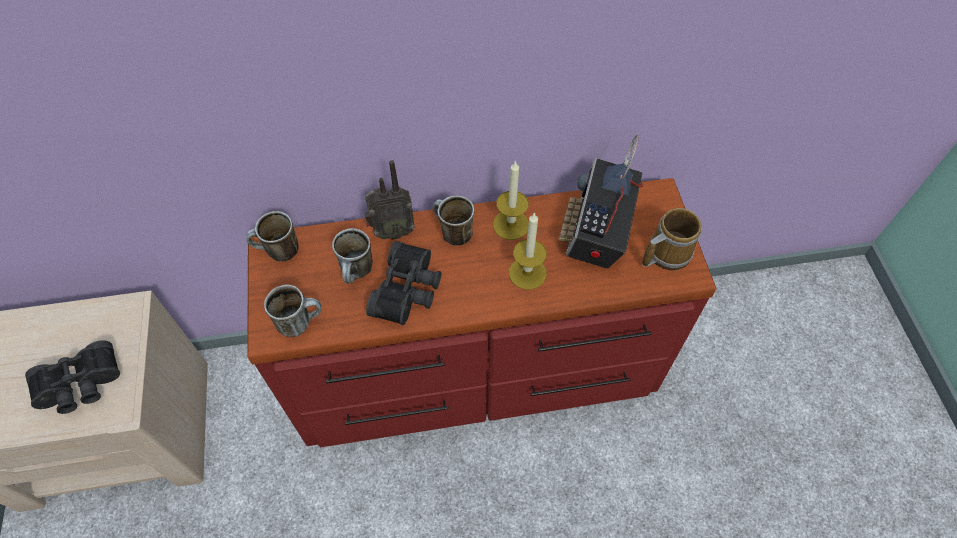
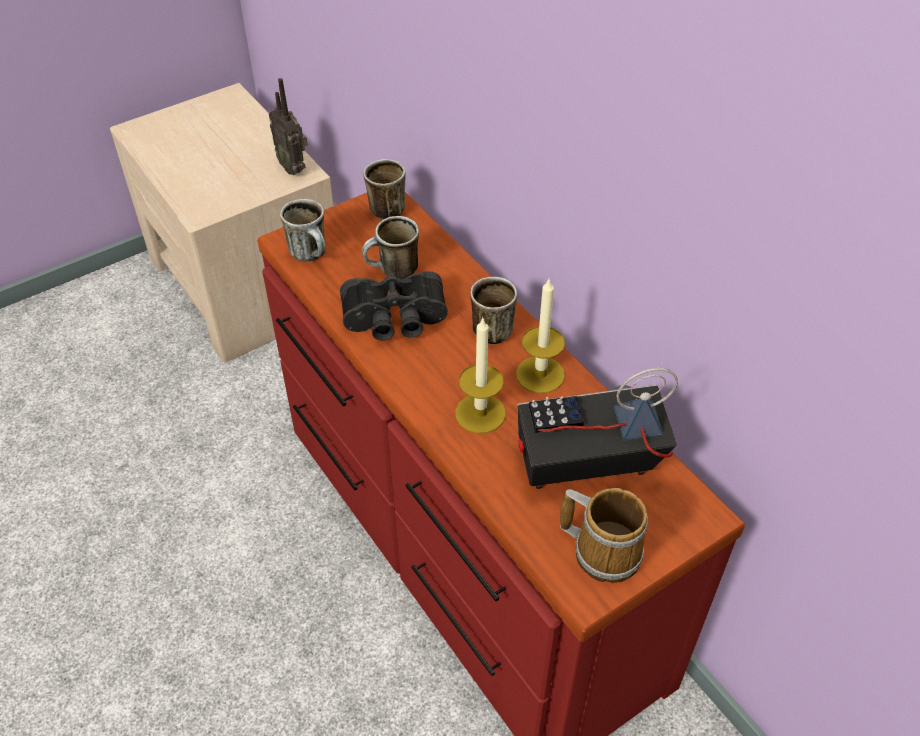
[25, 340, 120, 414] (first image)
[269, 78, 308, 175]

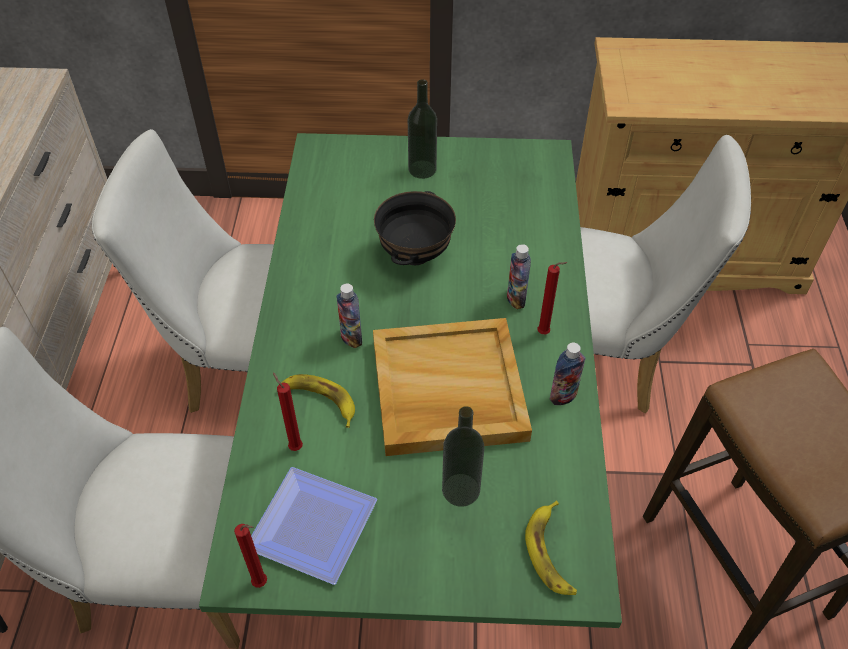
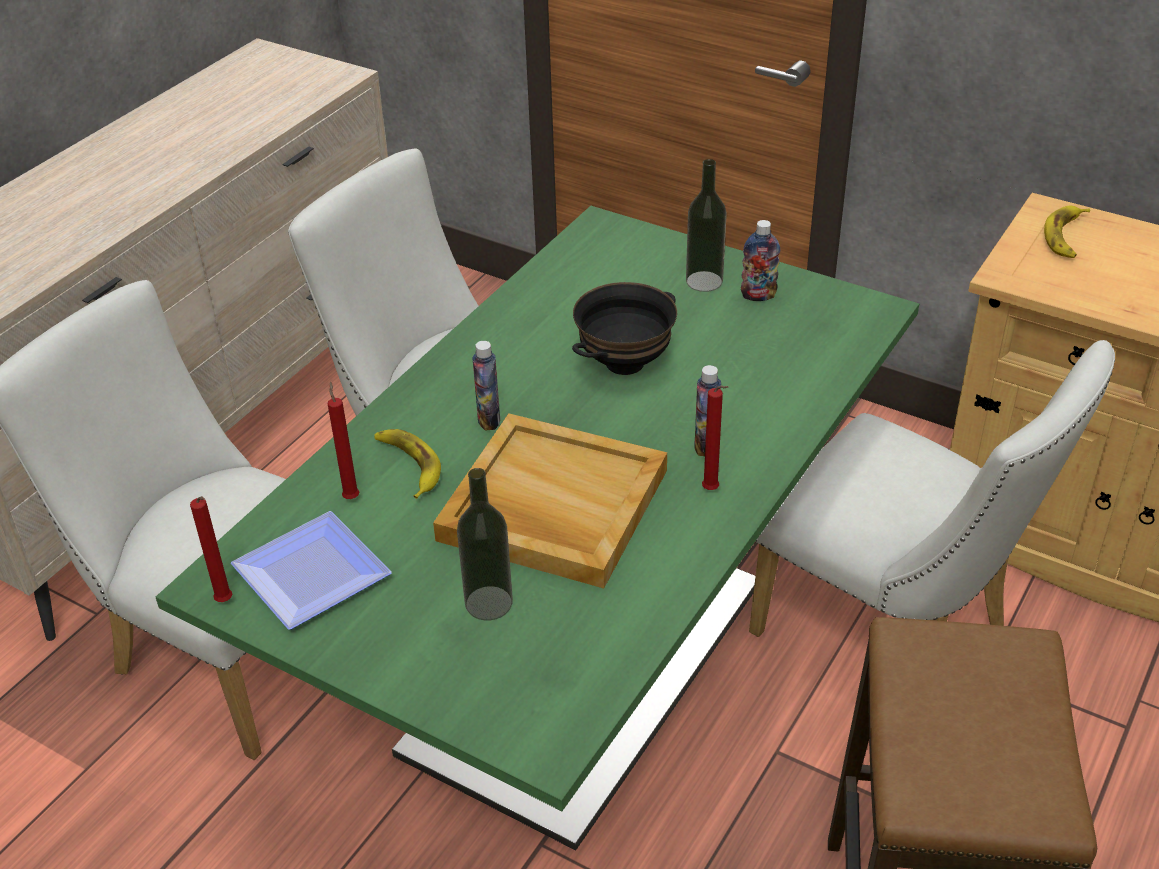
[1044, 206, 1090, 258]
[741, 220, 780, 301]

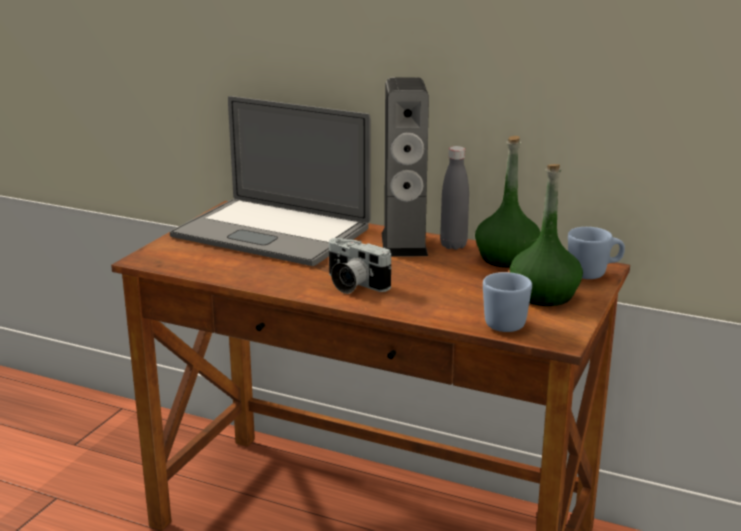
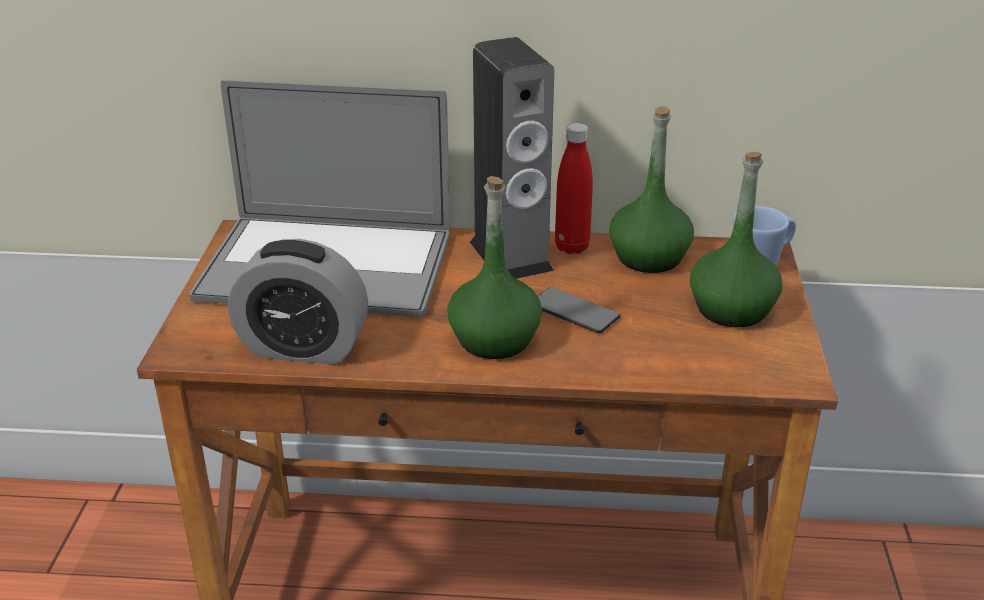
[483, 272, 532, 332] (first image)
[228, 239, 368, 365]
[538, 287, 620, 334]
[447, 176, 542, 359]
[555, 123, 593, 254]

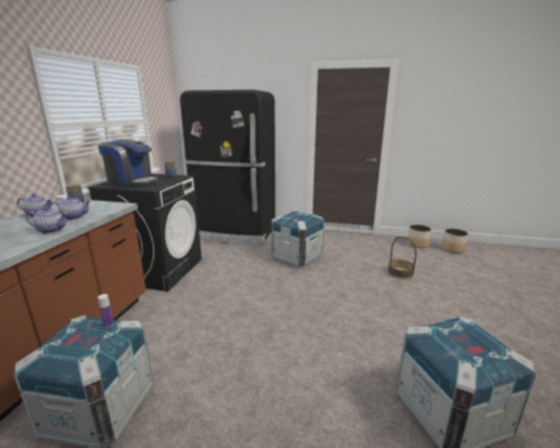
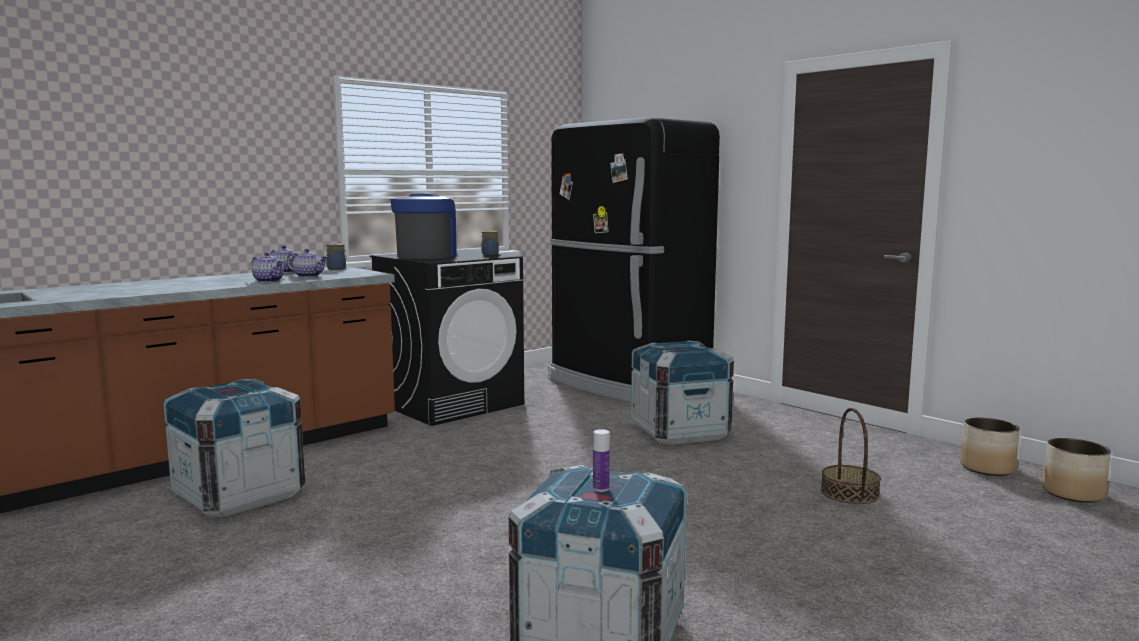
[593, 429, 610, 492]
[390, 192, 457, 259]

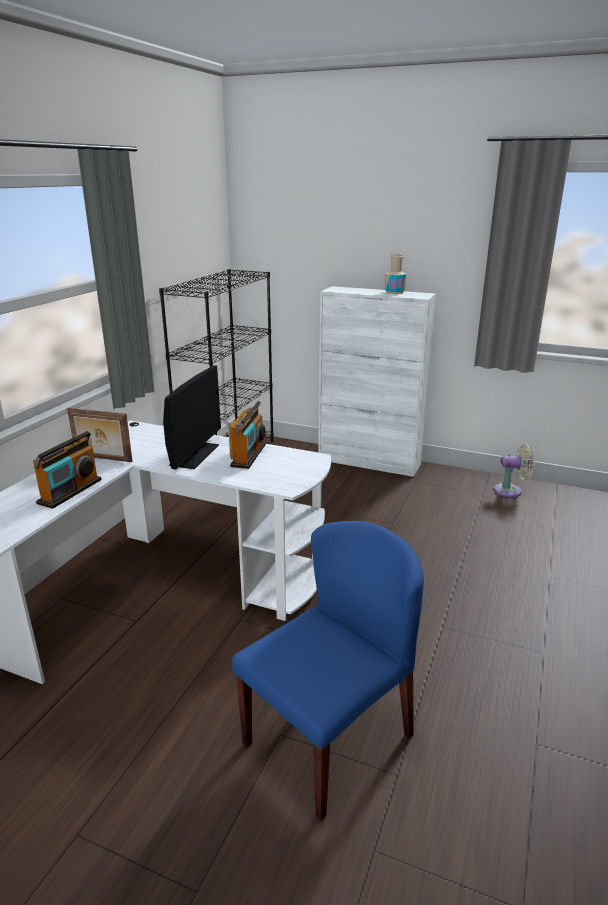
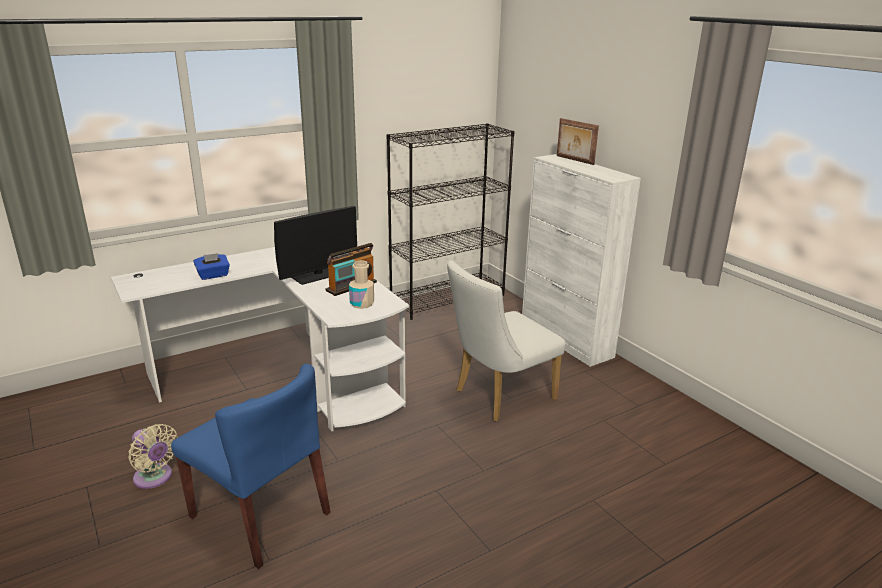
[447, 260, 565, 421]
[557, 118, 599, 165]
[349, 260, 374, 309]
[128, 424, 178, 489]
[193, 253, 230, 280]
[171, 364, 331, 569]

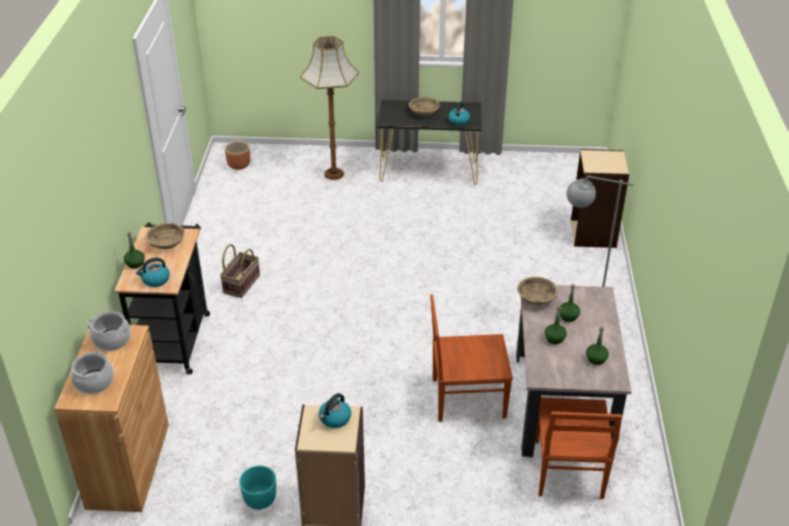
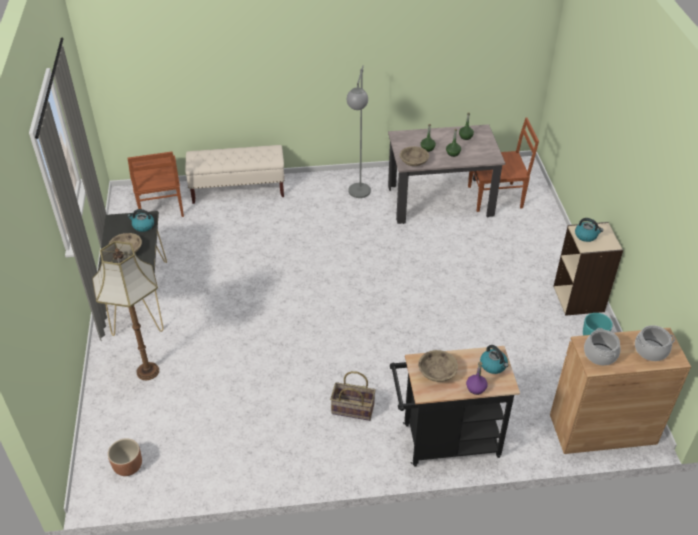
[127, 151, 184, 217]
[185, 145, 285, 204]
[466, 362, 487, 395]

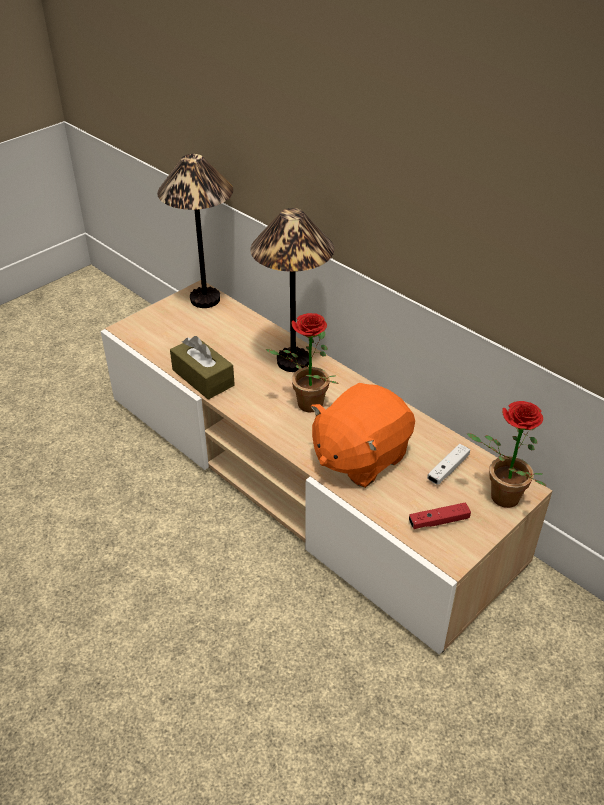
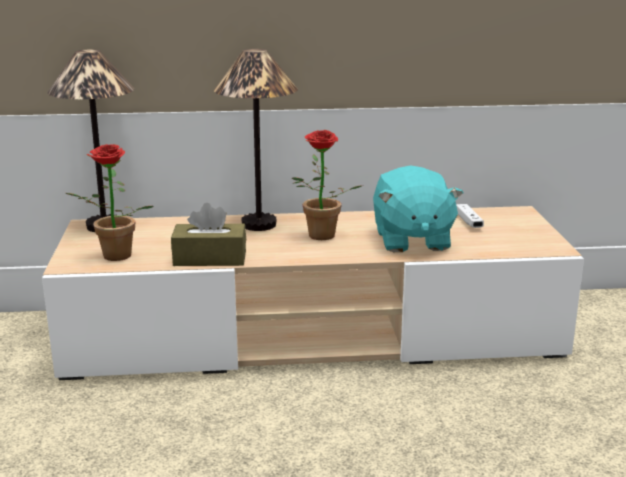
[409, 503, 471, 529] (first image)
[66, 144, 153, 261]
[373, 166, 463, 252]

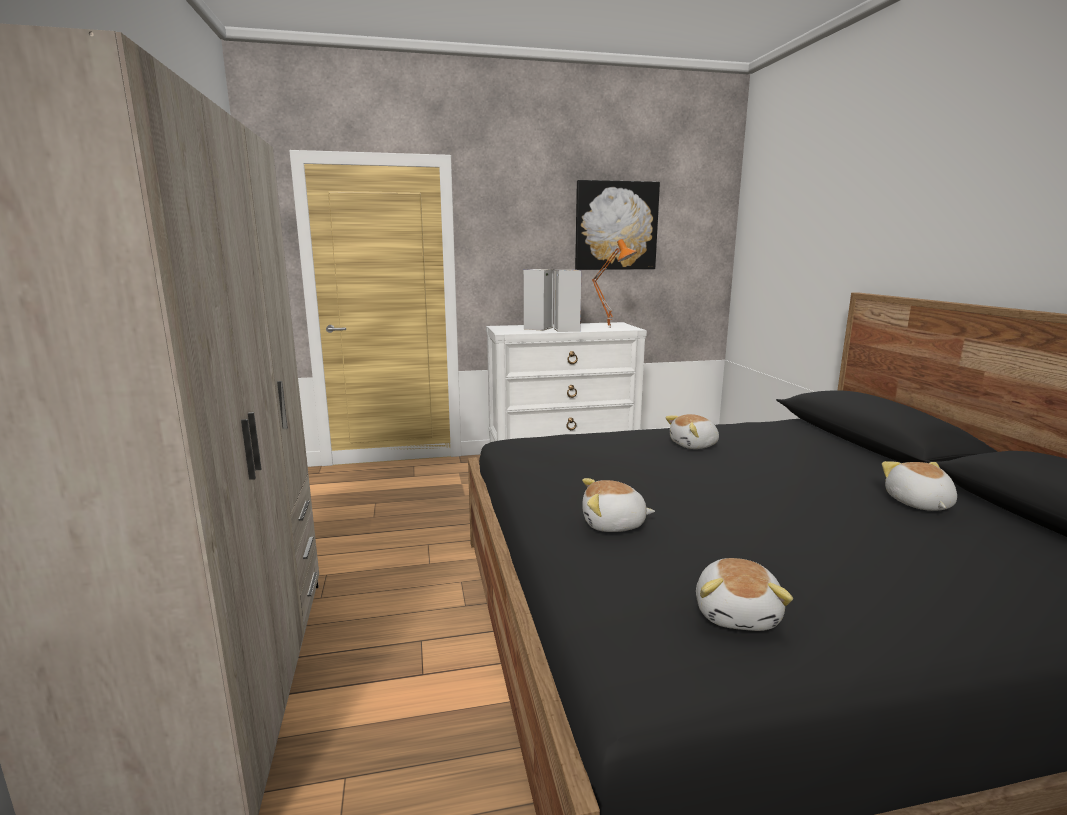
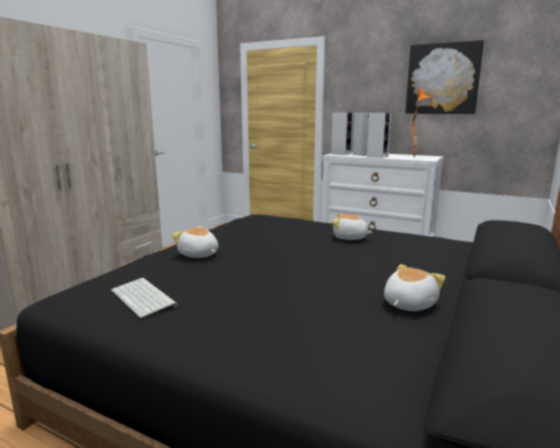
[331, 112, 354, 155]
[111, 278, 178, 318]

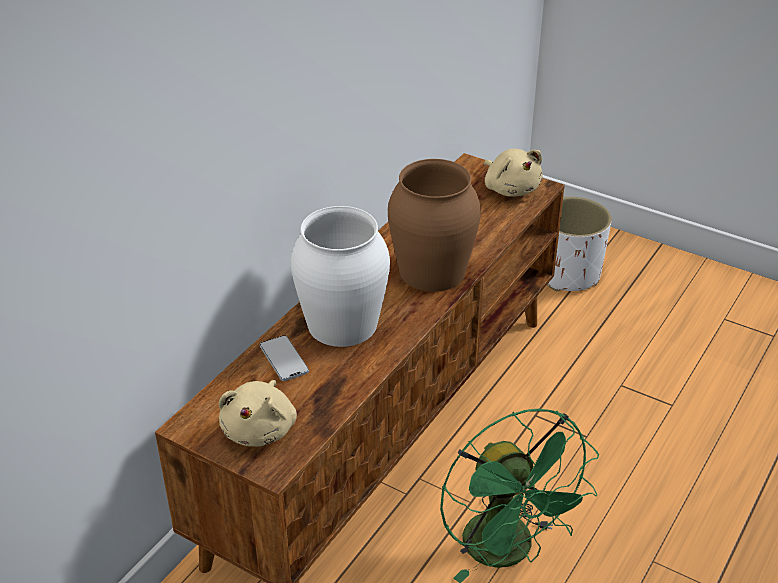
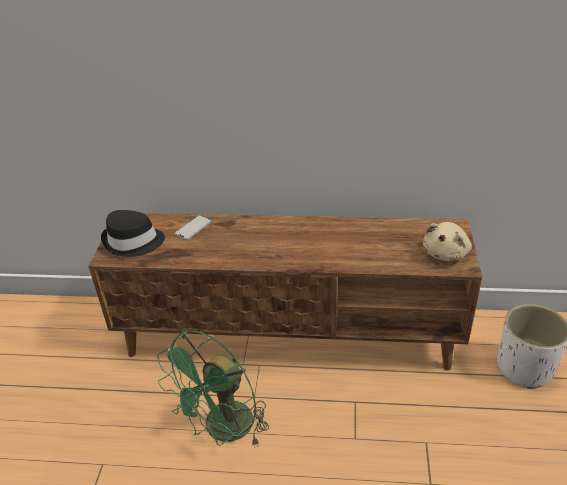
[291, 206, 390, 347] (first image)
[388, 159, 481, 292] (first image)
[101, 210, 165, 257]

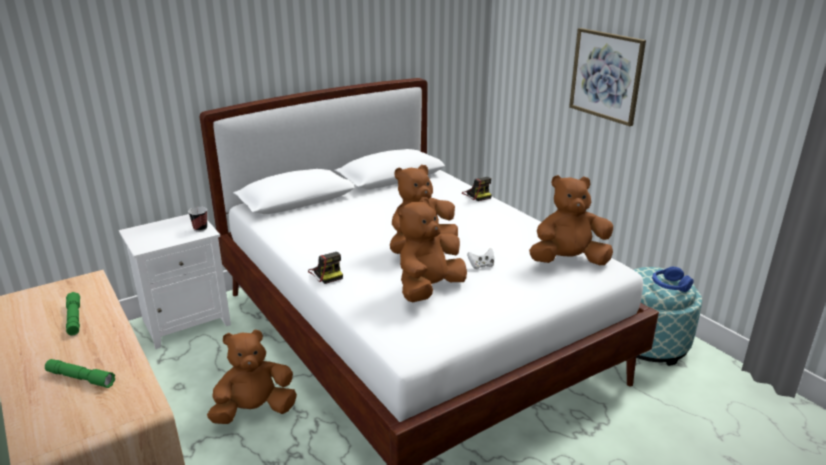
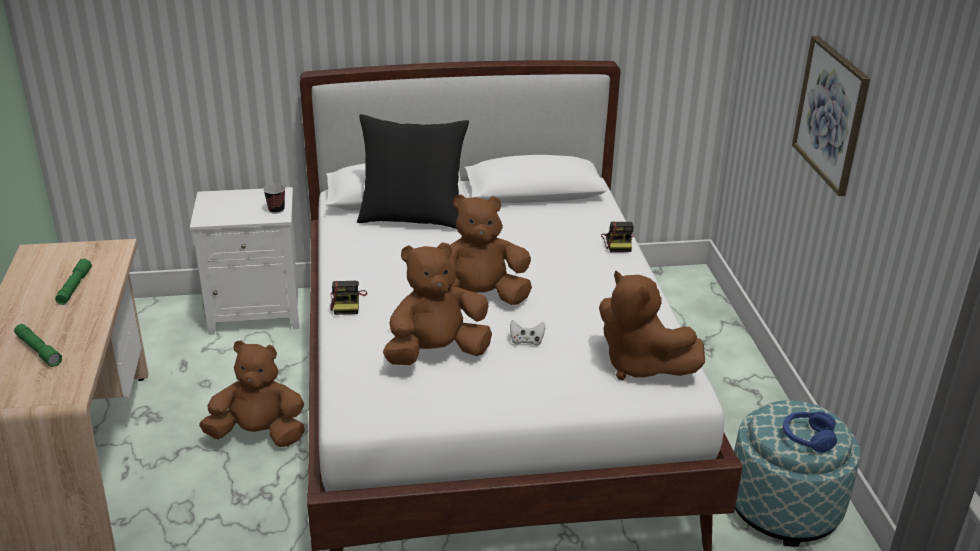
[357, 114, 469, 229]
[599, 271, 705, 380]

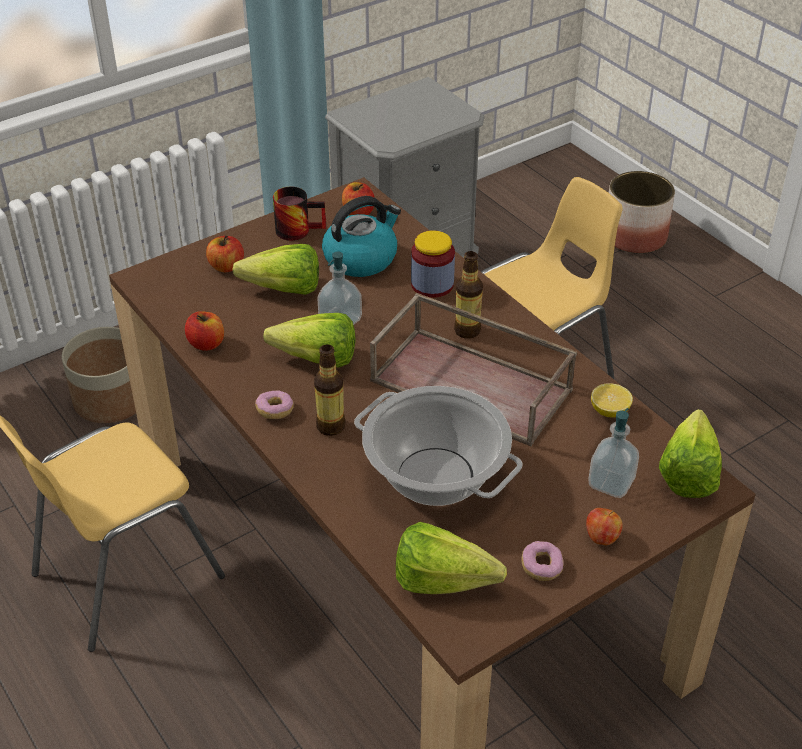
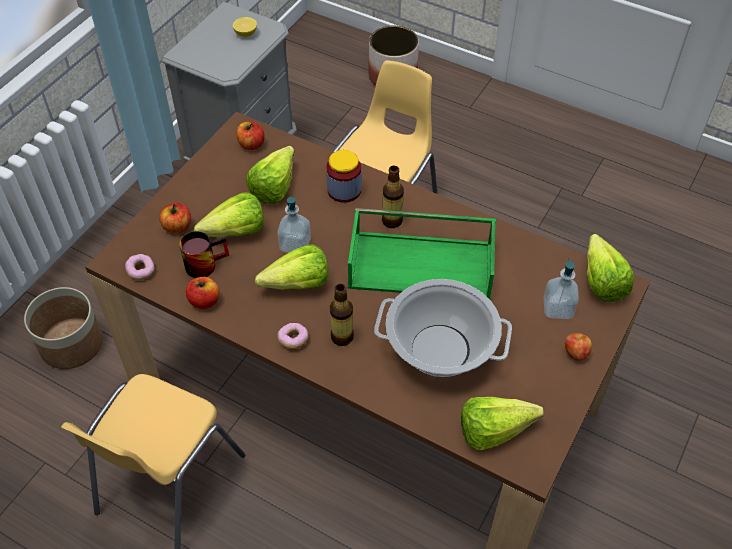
[179, 231, 229, 278]
[125, 254, 155, 280]
[233, 17, 257, 37]
[246, 146, 295, 204]
[348, 208, 496, 299]

